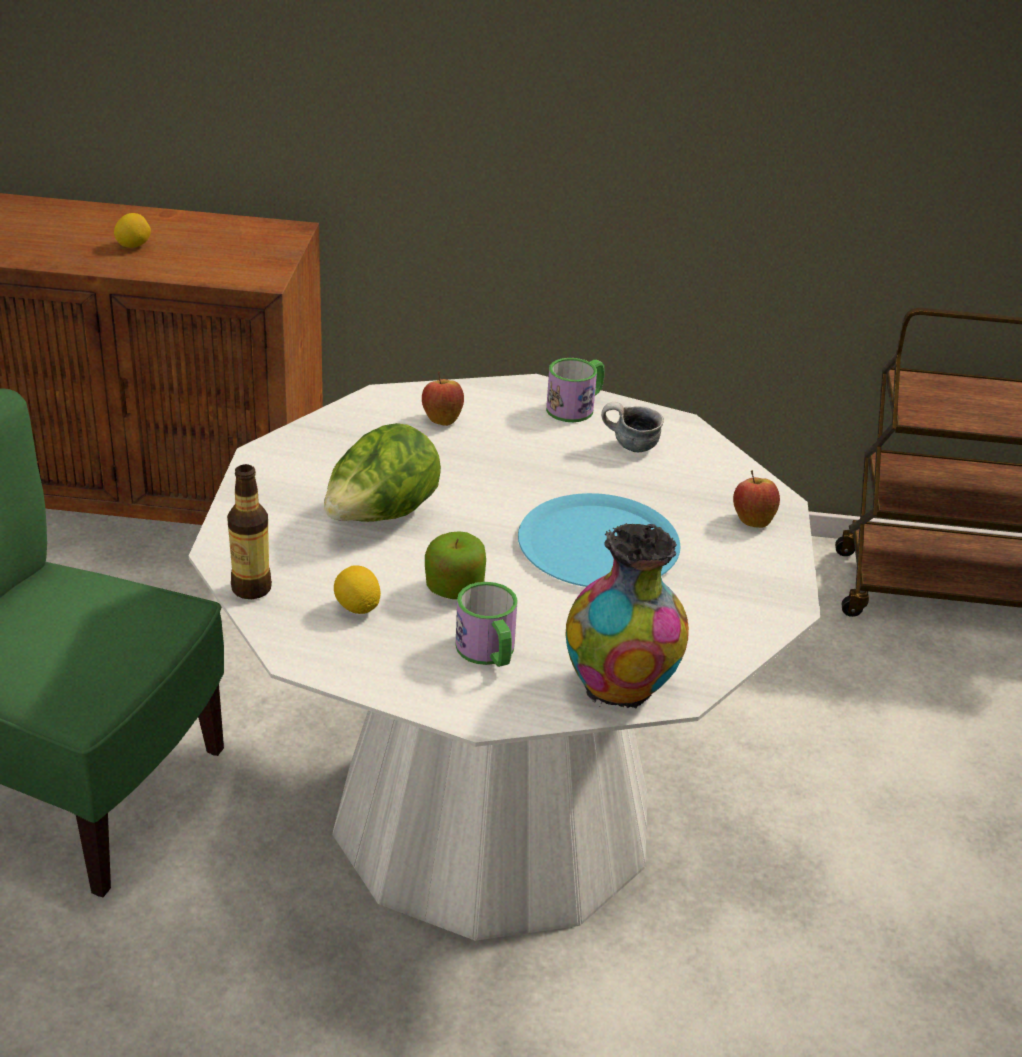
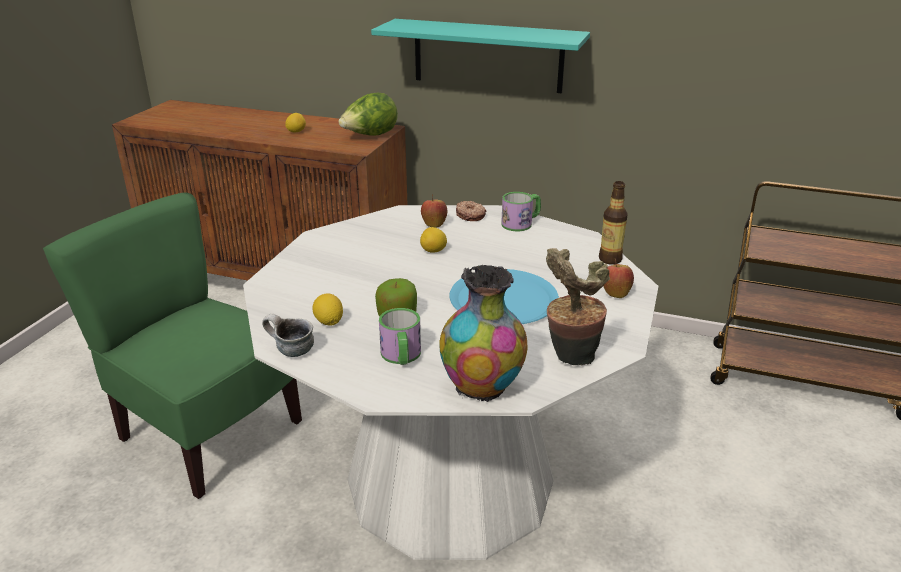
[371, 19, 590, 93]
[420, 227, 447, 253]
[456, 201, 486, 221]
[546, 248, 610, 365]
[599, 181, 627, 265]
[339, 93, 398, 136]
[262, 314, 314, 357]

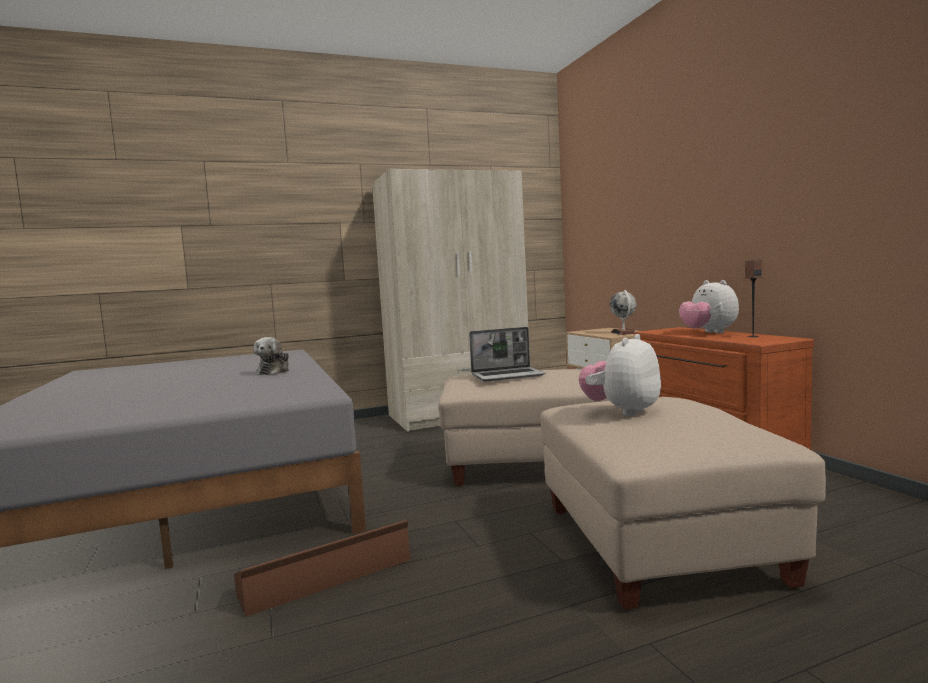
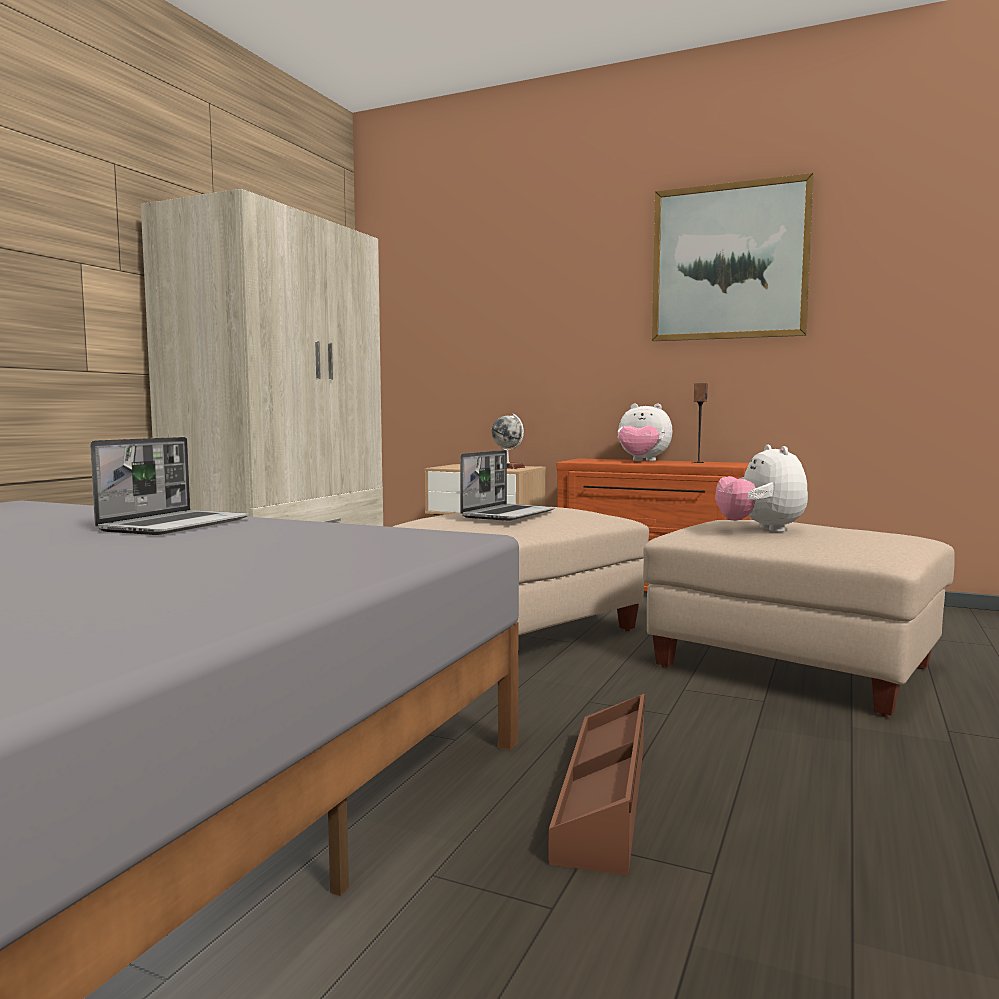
[652, 173, 814, 341]
[90, 437, 249, 535]

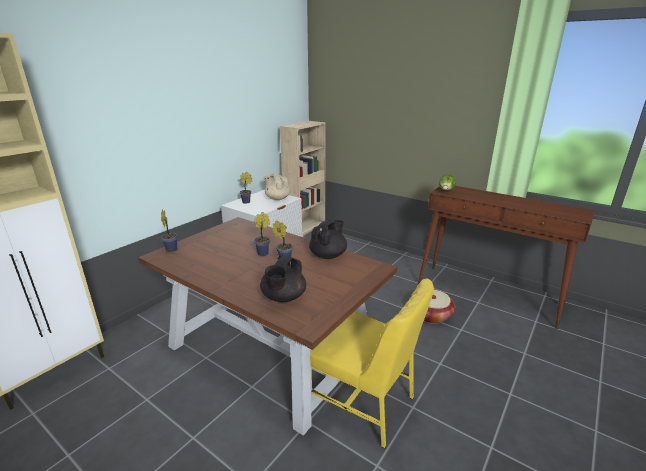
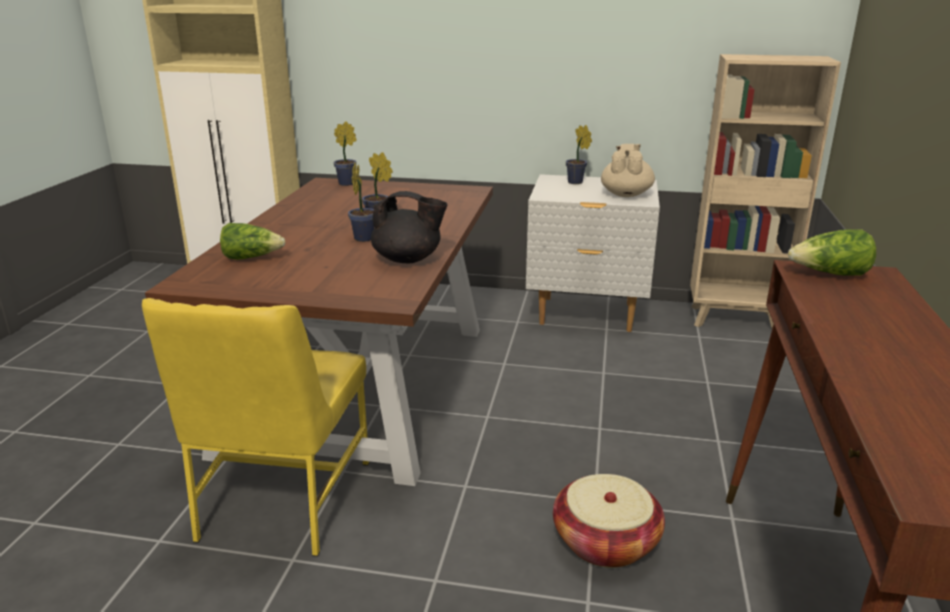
[220, 223, 285, 260]

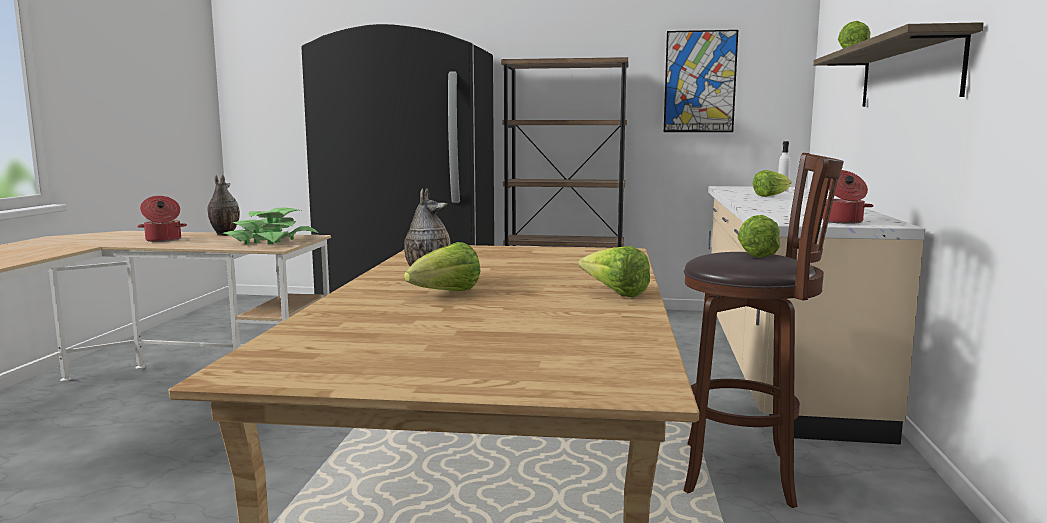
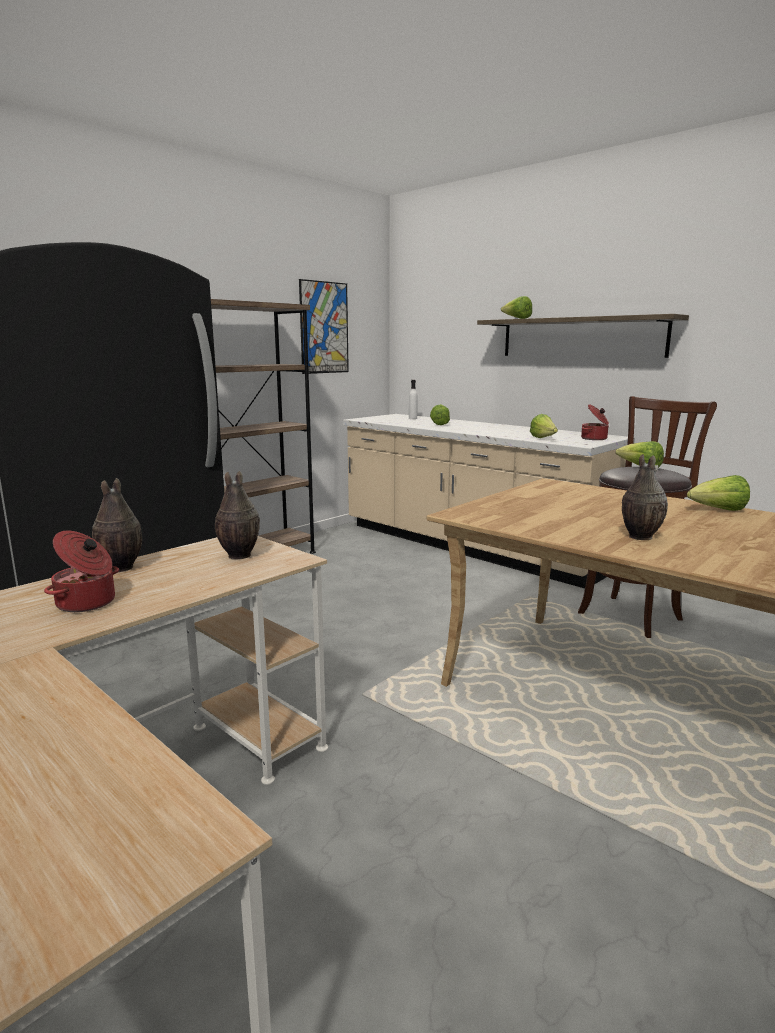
[530, 414, 558, 438]
[215, 471, 260, 560]

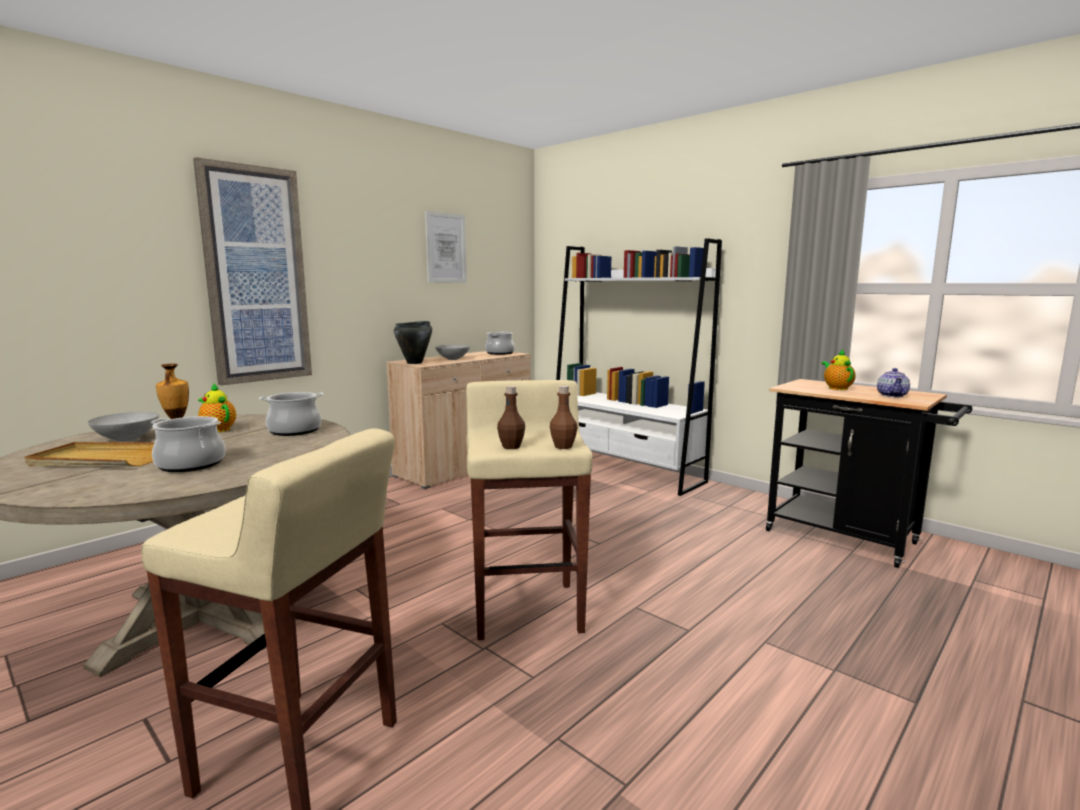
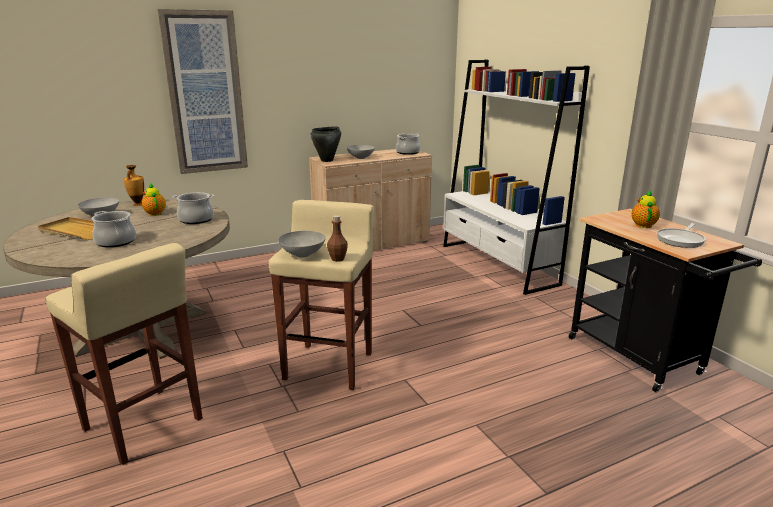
[425, 211, 467, 283] (first image)
[278, 231, 326, 257]
[657, 223, 706, 248]

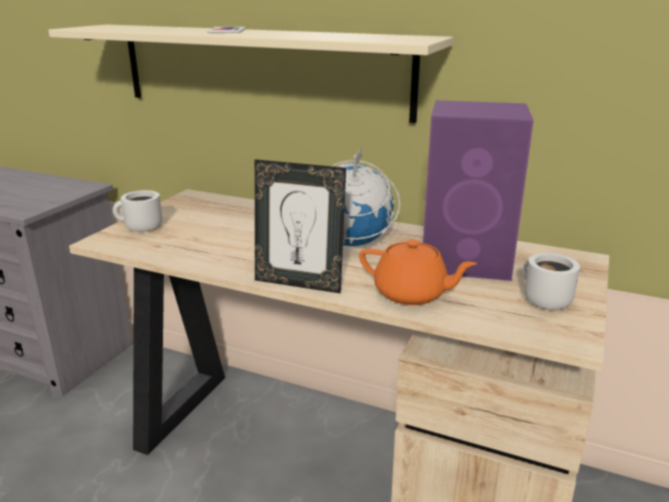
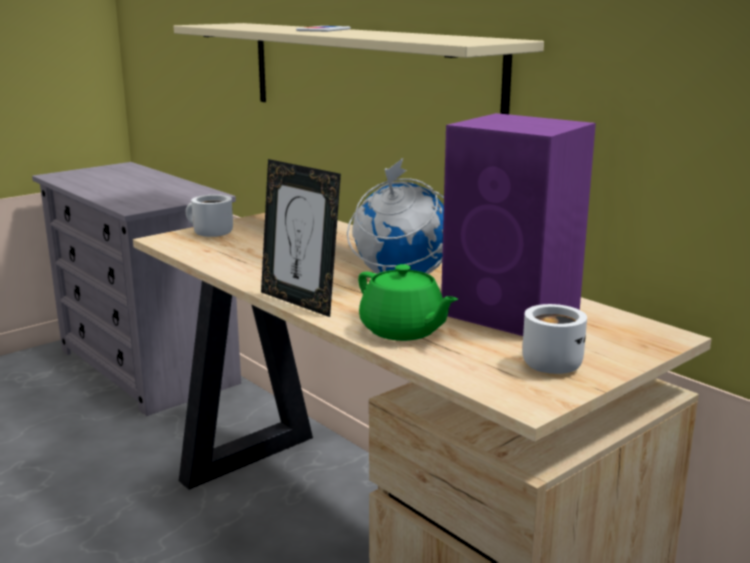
[358, 264, 458, 341]

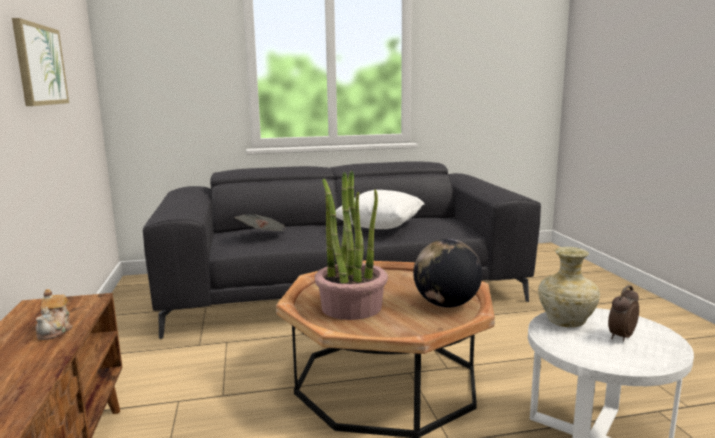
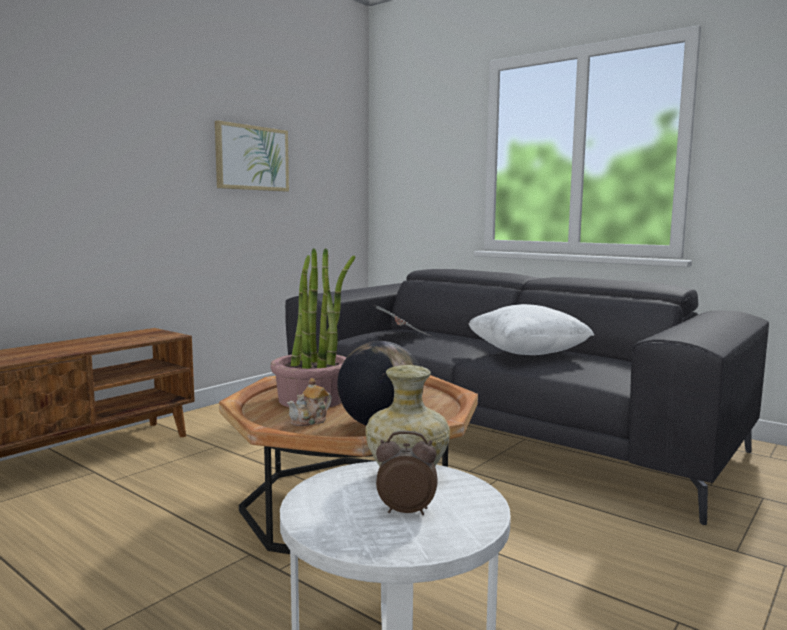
[287, 378, 332, 426]

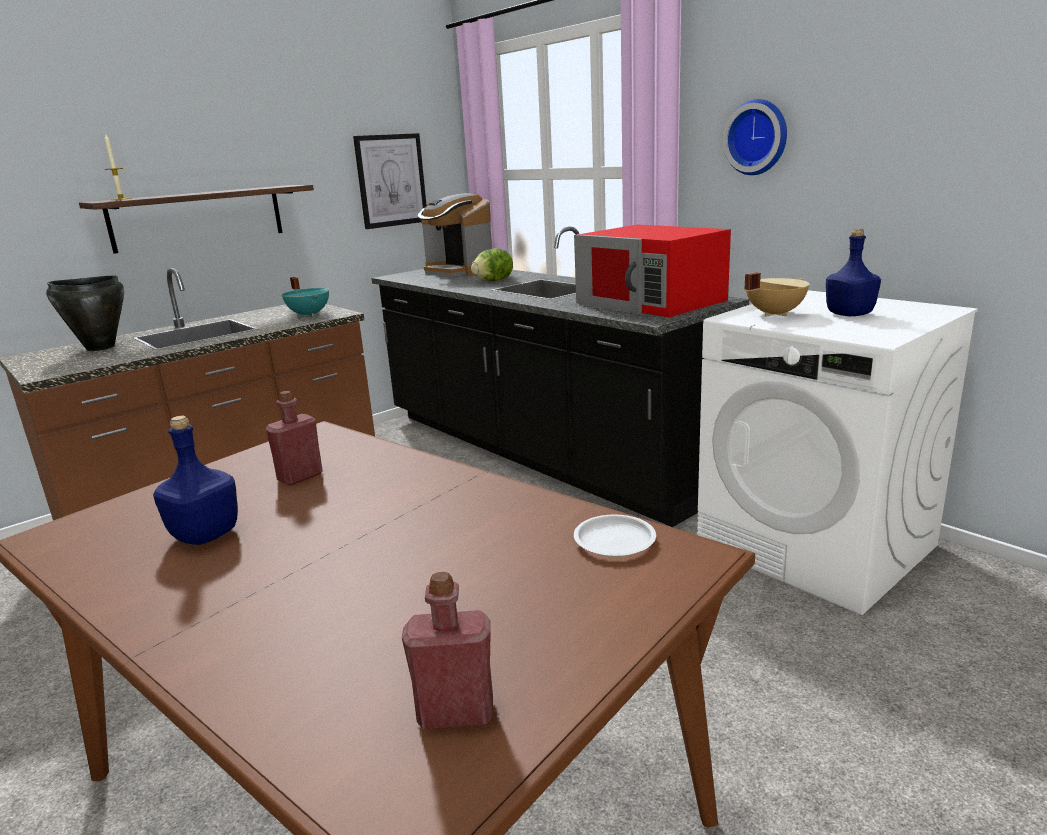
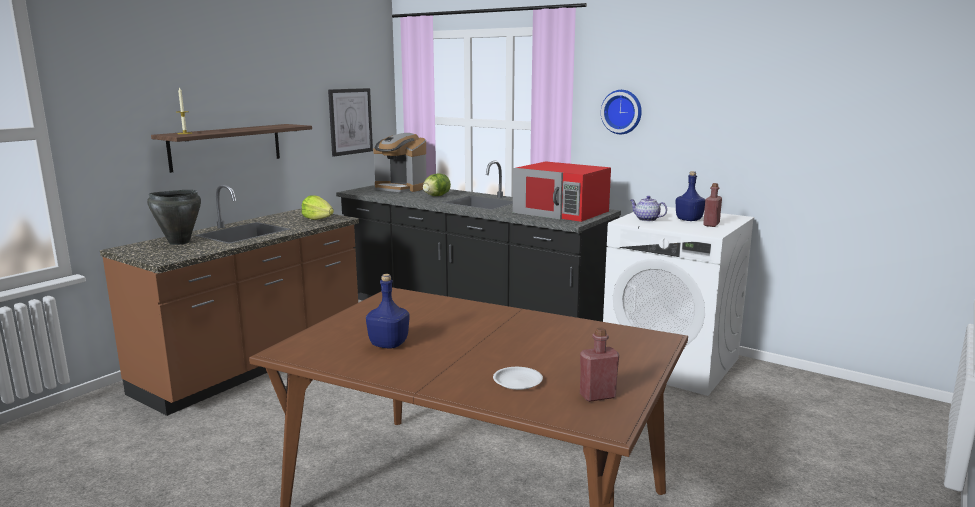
[703, 183, 722, 227]
[493, 367, 543, 390]
[302, 195, 334, 220]
[630, 196, 667, 221]

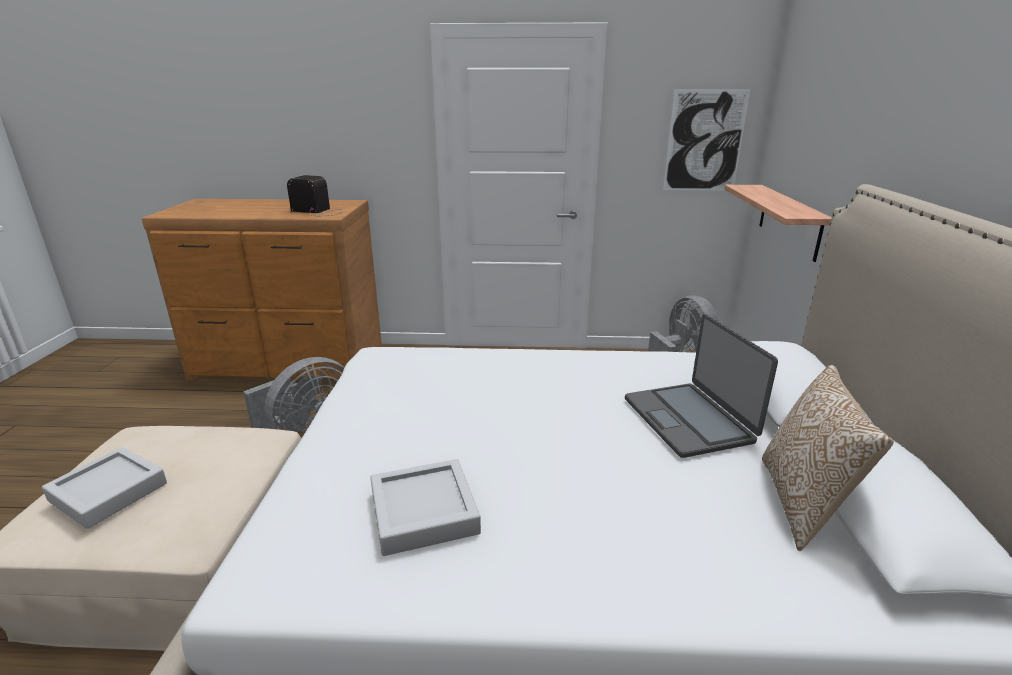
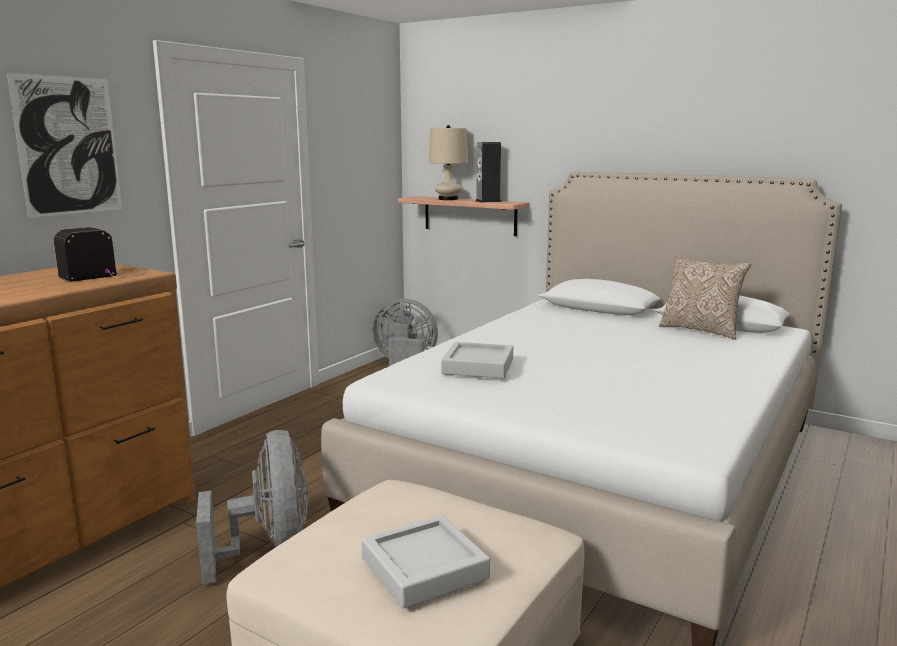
[625, 314, 778, 458] (first image)
[429, 125, 468, 200]
[475, 142, 502, 203]
[441, 342, 513, 378]
[7, 73, 122, 218]

